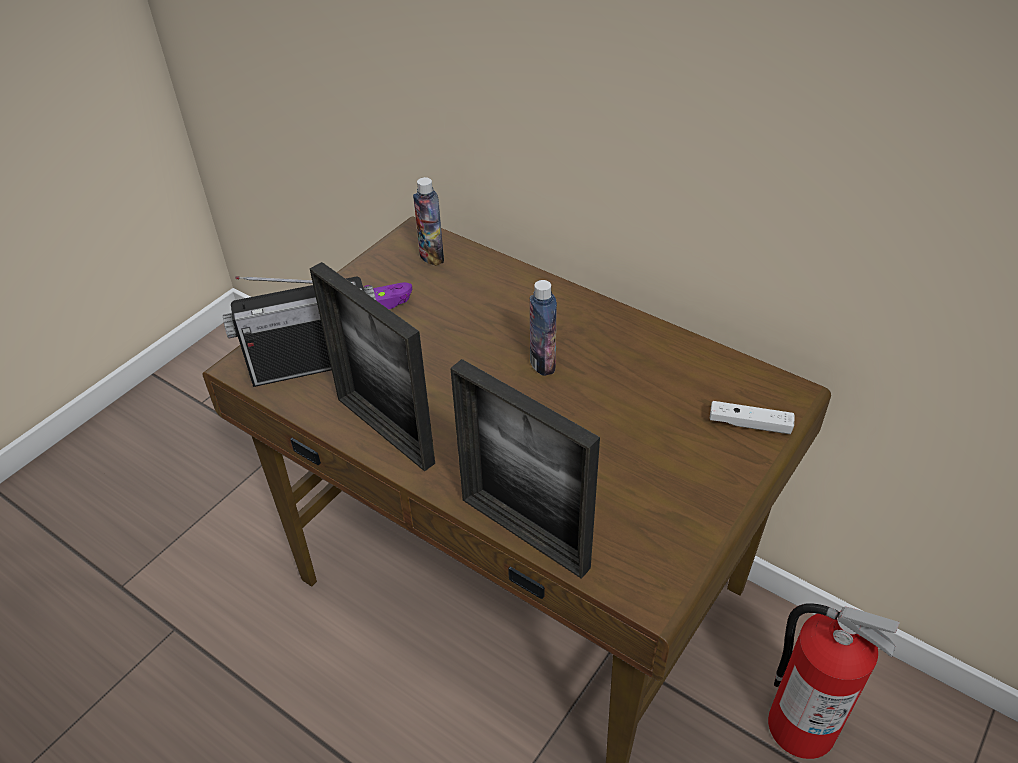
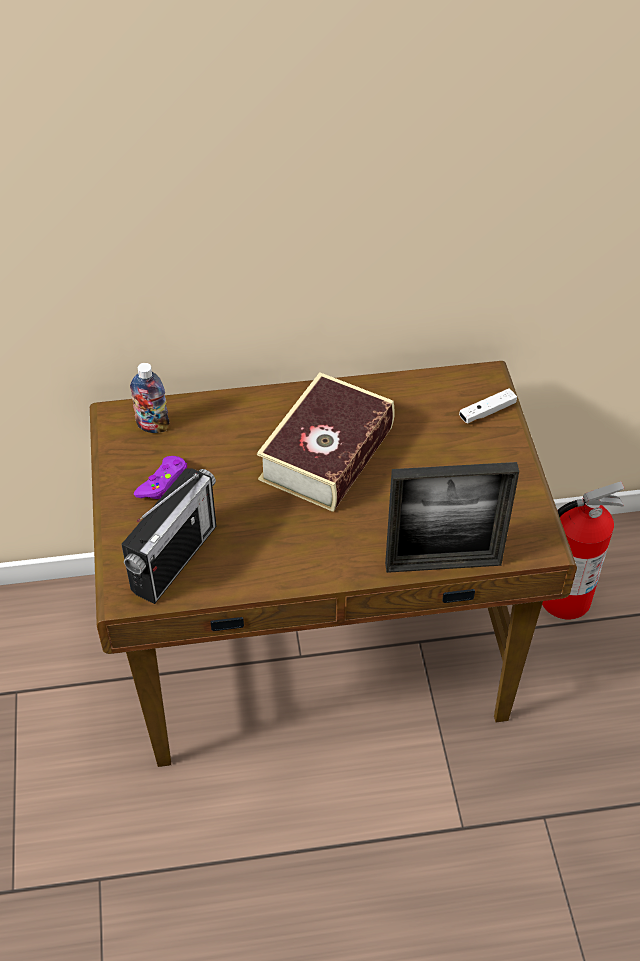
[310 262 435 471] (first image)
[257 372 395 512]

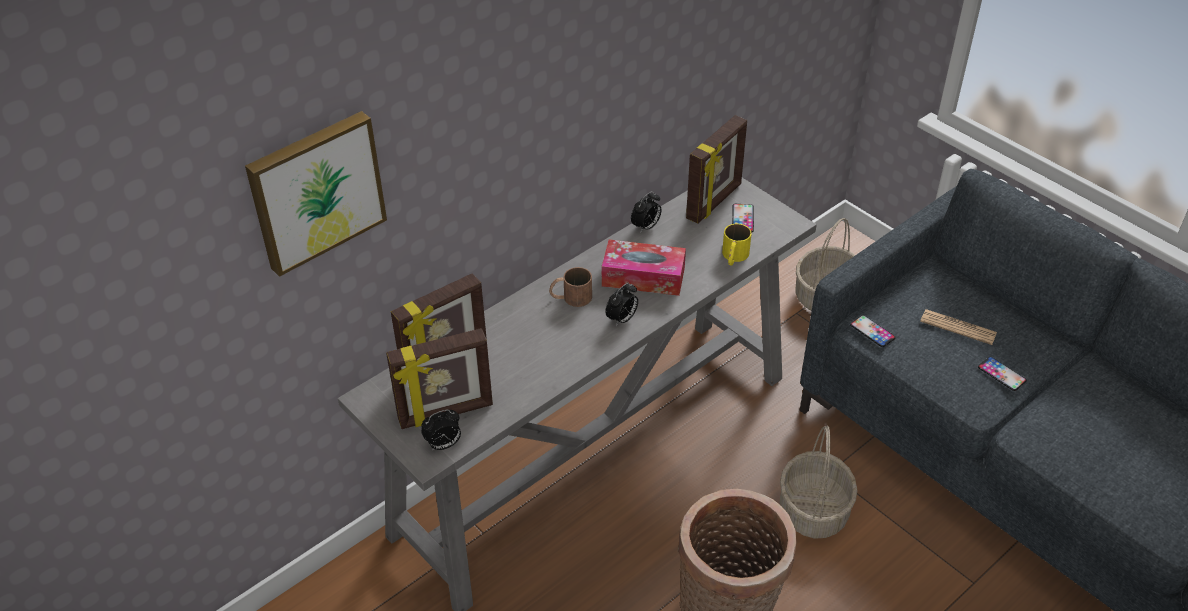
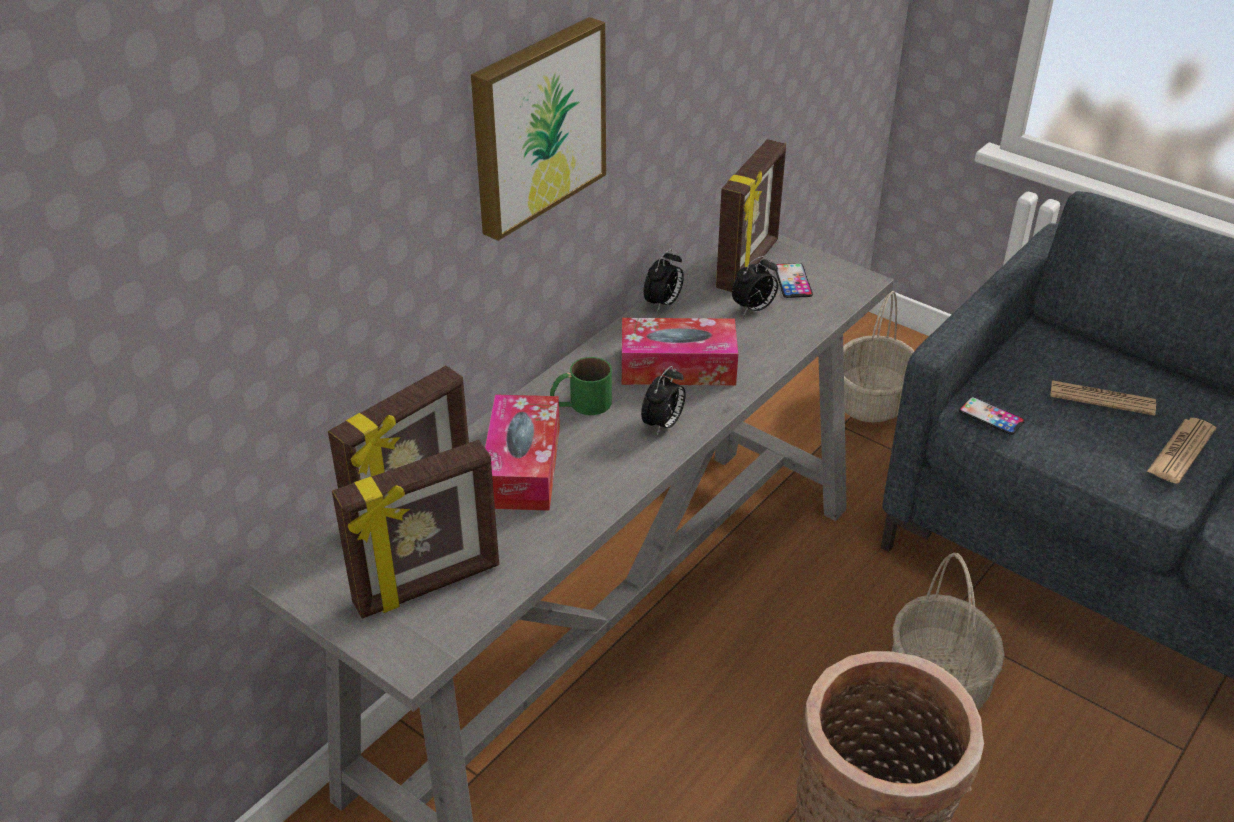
[471 17 606 241]
[732 255 778 315]
[550 357 612 415]
[722 224 752 265] (first image)
[1147 418 1216 483]
[485 394 560 511]

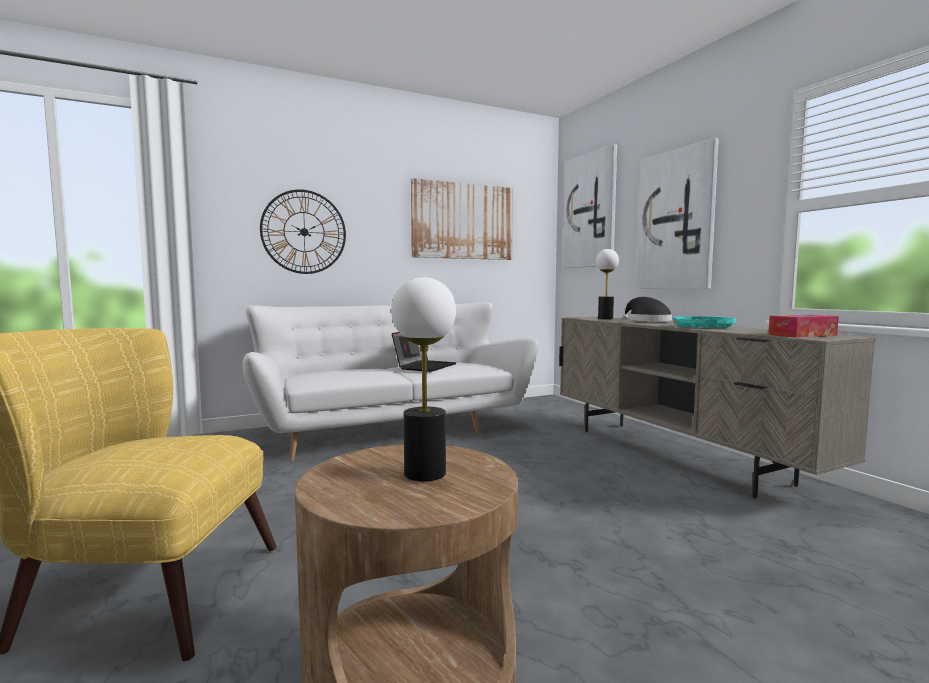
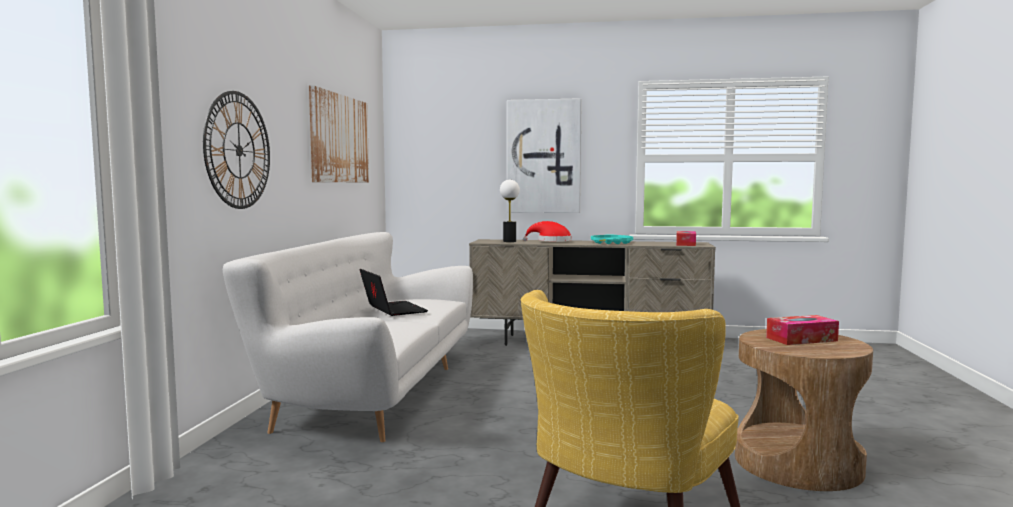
[766 315 839 345]
[563 144 617 268] (first image)
[523 221 571 242]

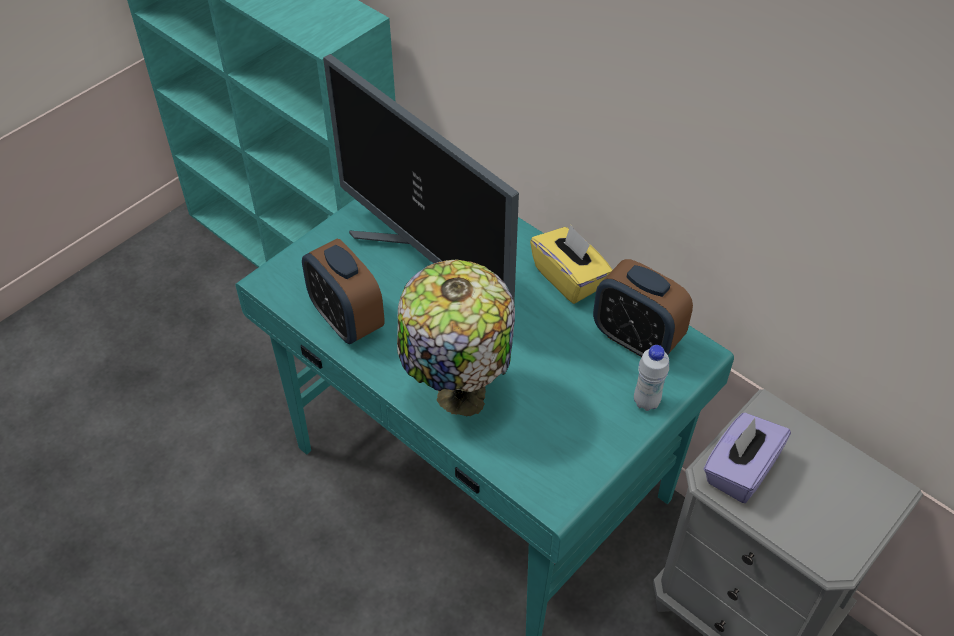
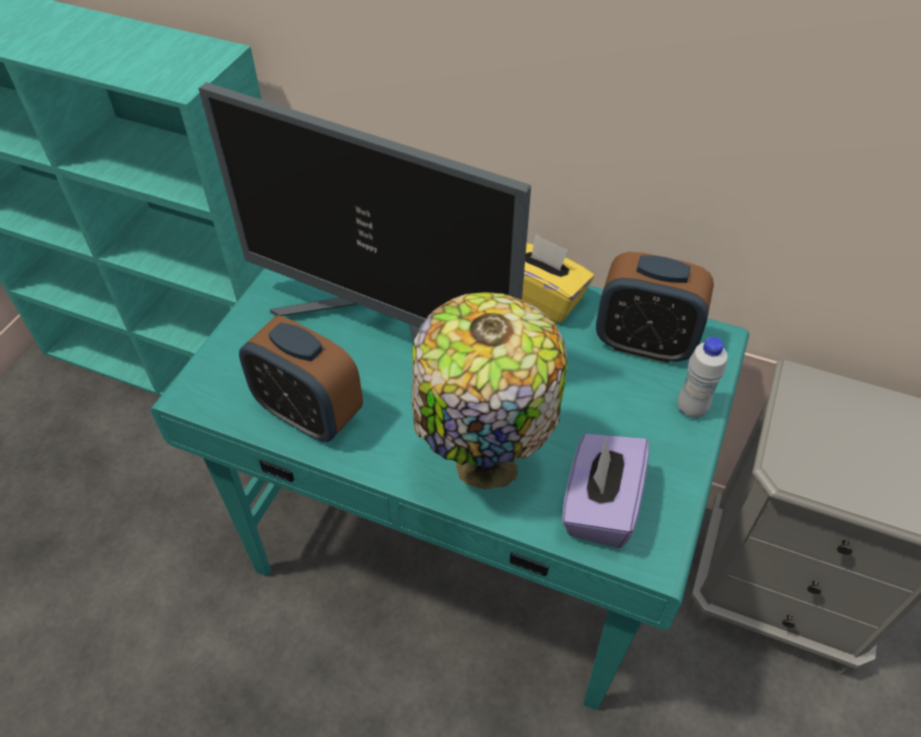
[562 434 649 548]

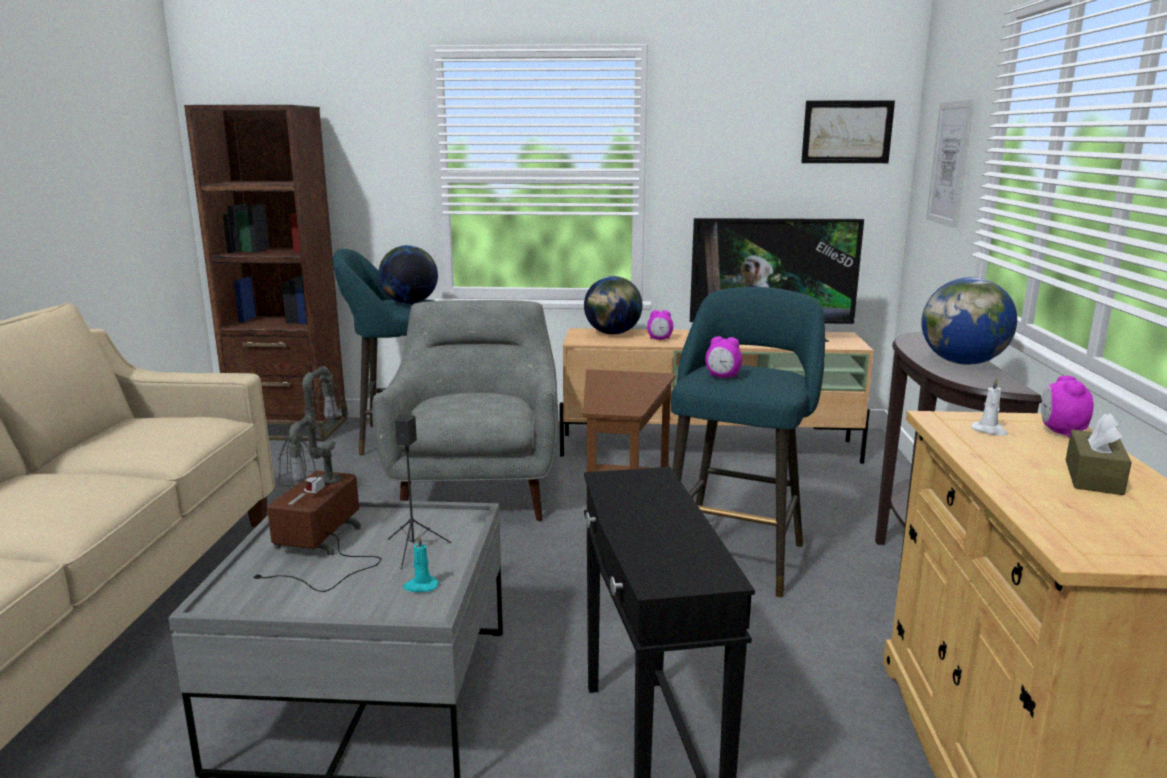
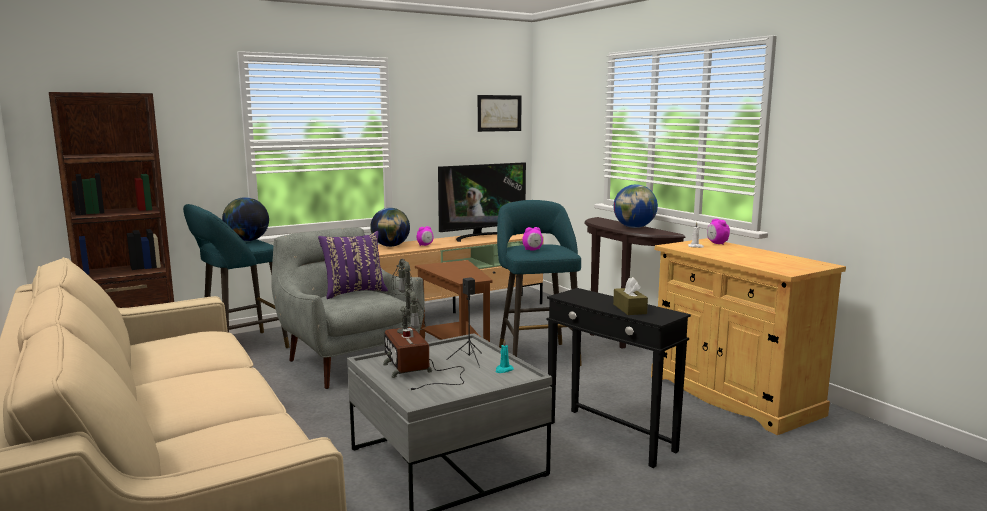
[926 100 974 228] (first image)
[613 277 648 315]
[318 231 388 299]

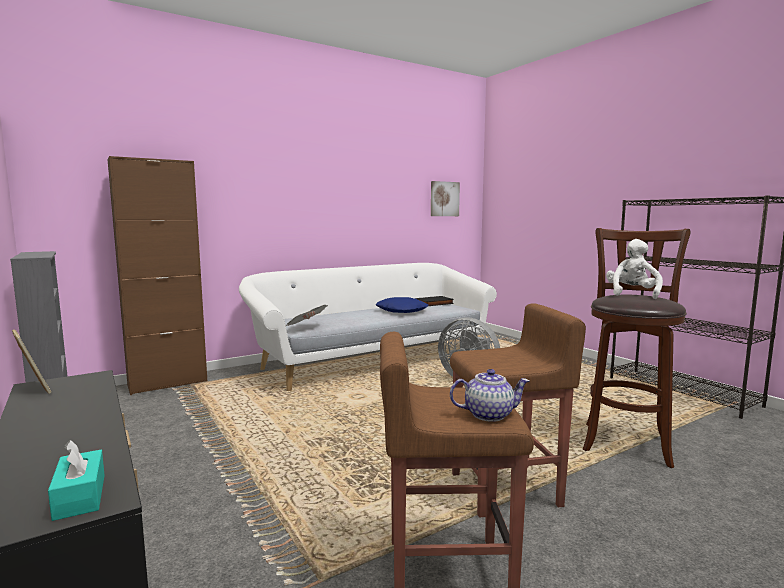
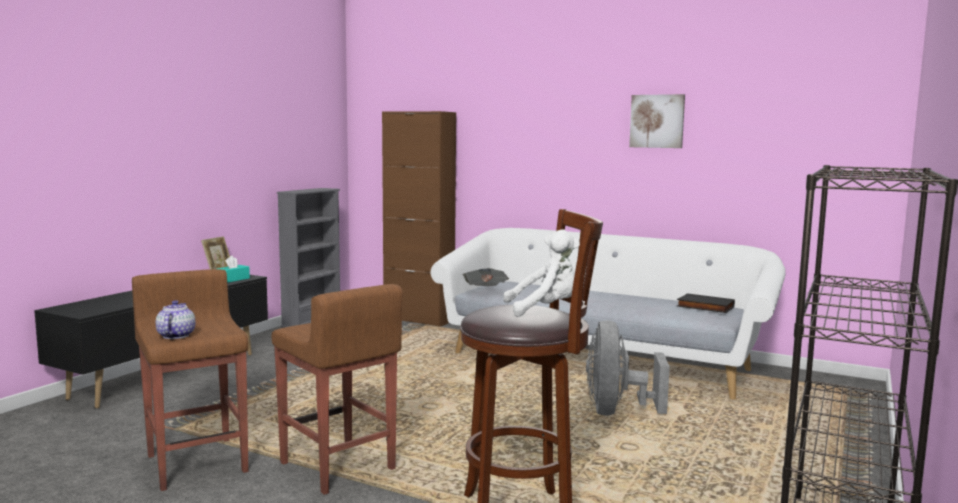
[217 256 250 283]
[376 297 429 313] (first image)
[629 94 685 148]
[156 300 196 339]

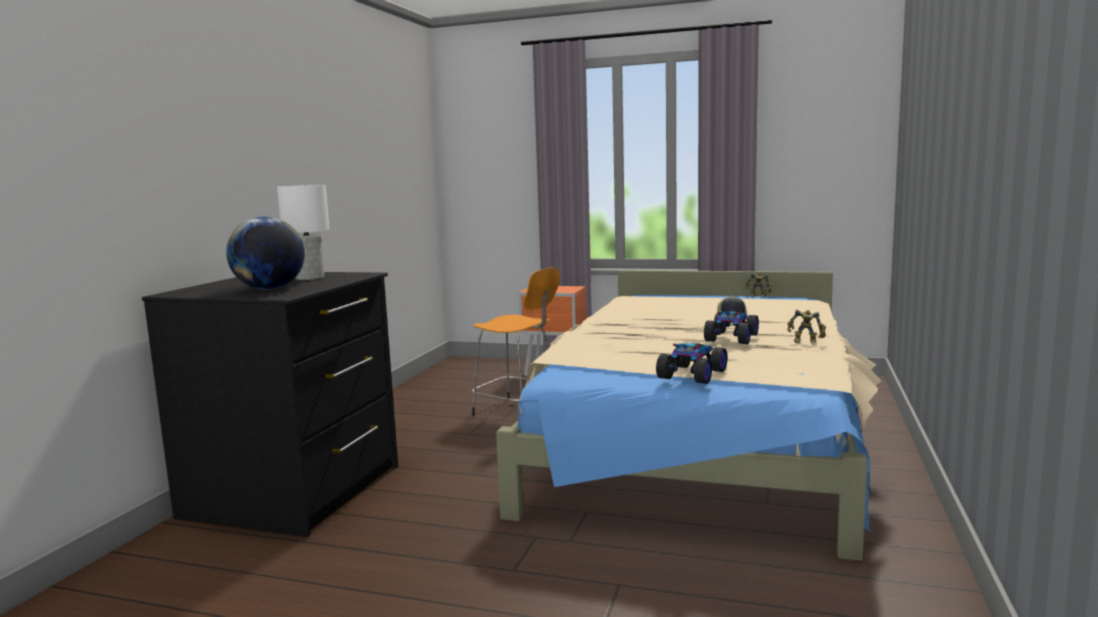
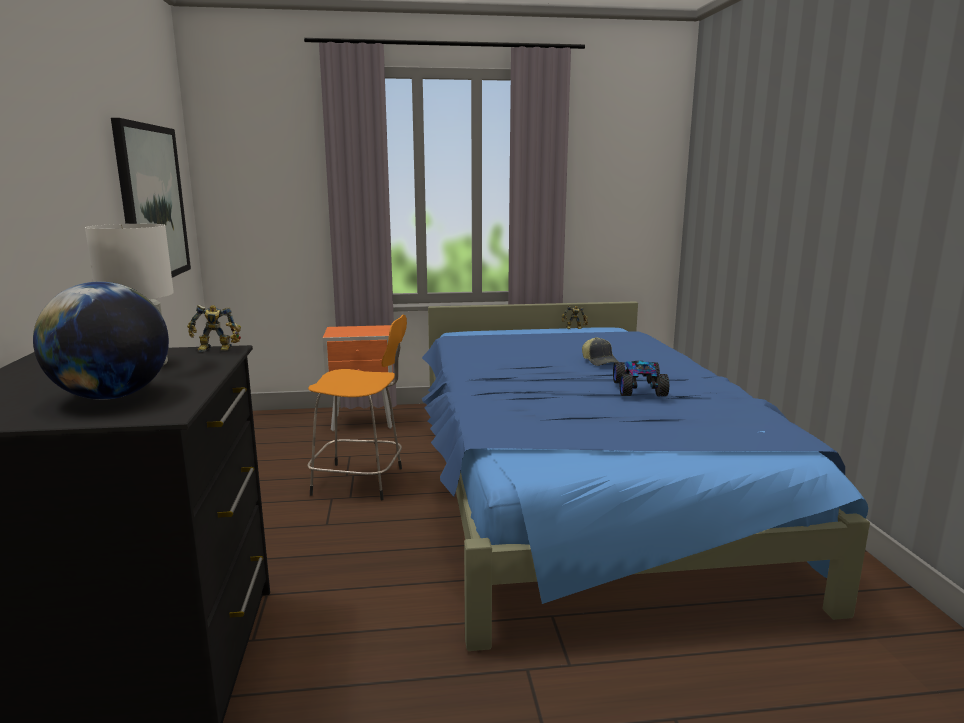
[422 301 870 651]
[656 343 727 384] (first image)
[187 305 241 352]
[111 118 191 278]

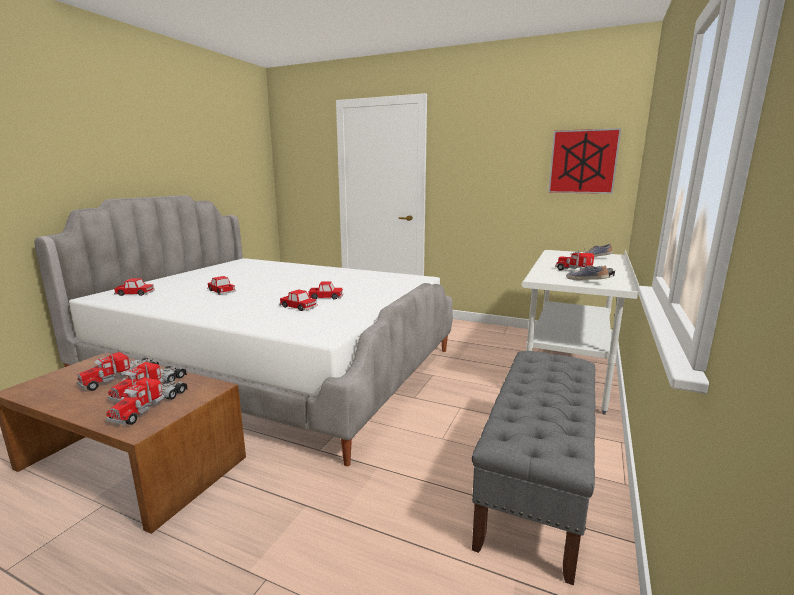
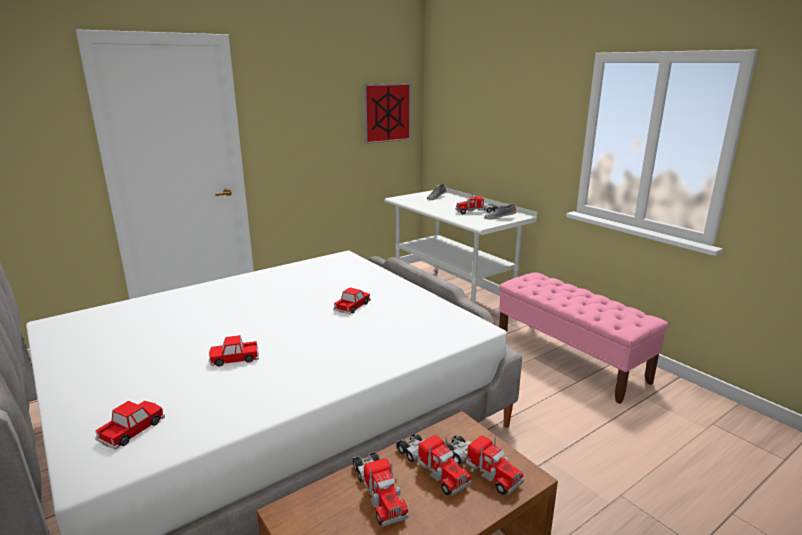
[279 289 317 311] (first image)
[499 273 669 404]

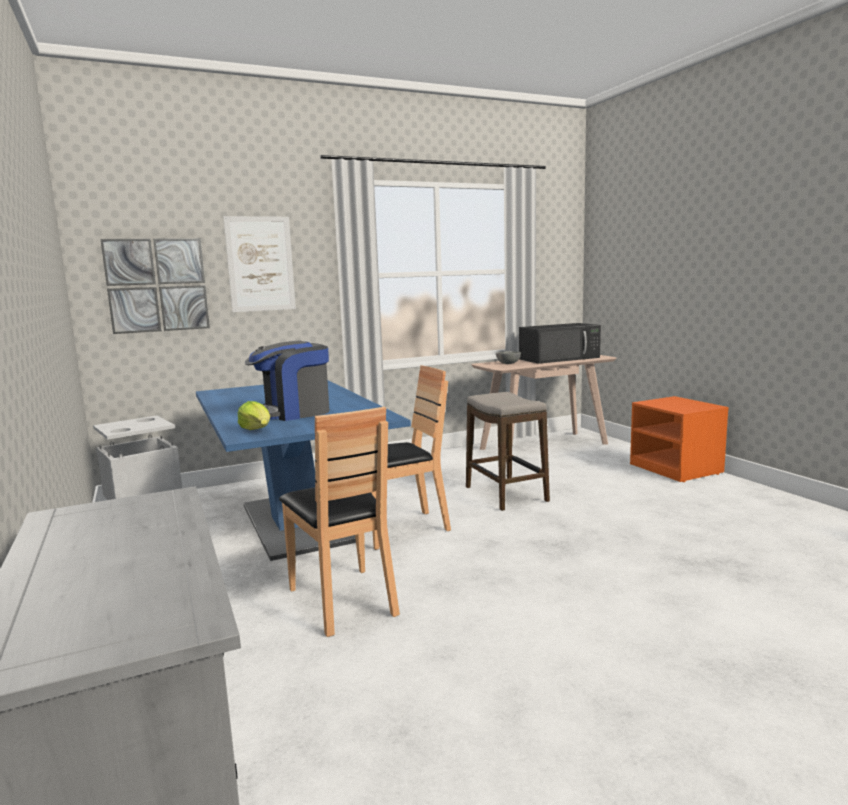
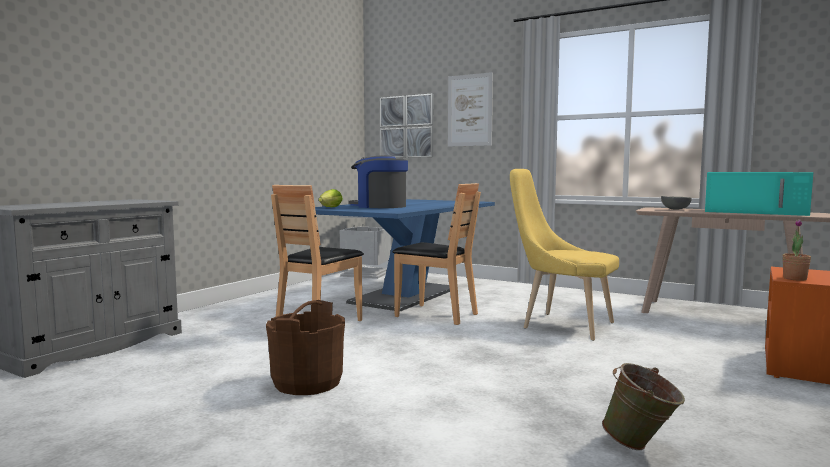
[510 169 619 341]
[705 172 813 216]
[266 300 345 395]
[602 363 685 450]
[782 219 811 281]

